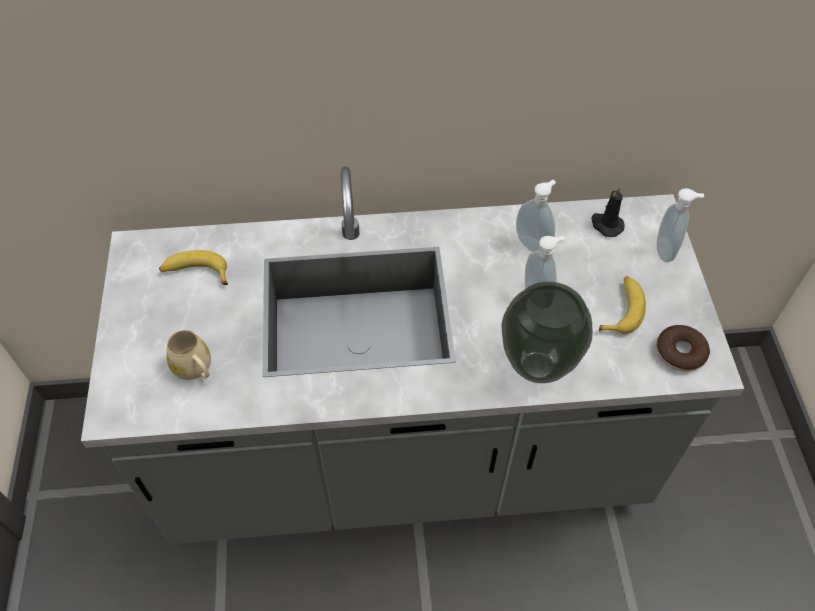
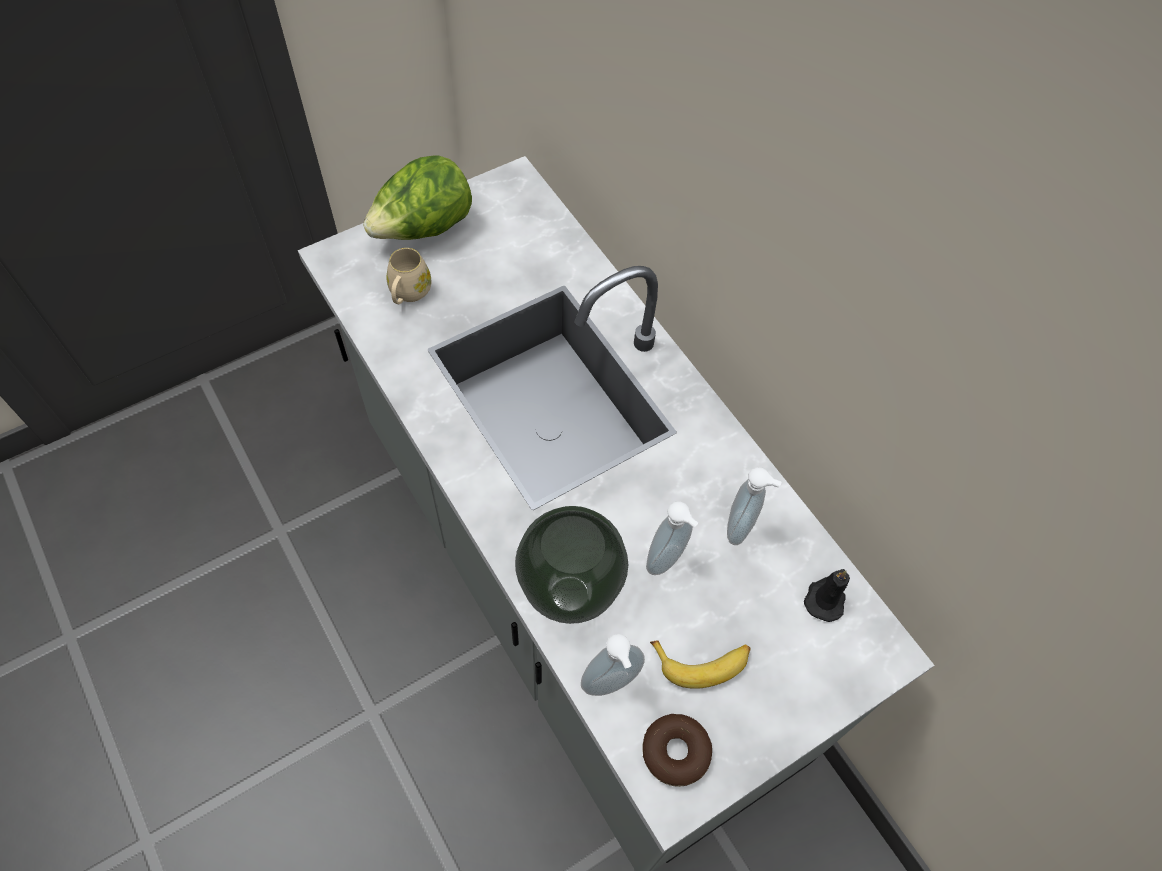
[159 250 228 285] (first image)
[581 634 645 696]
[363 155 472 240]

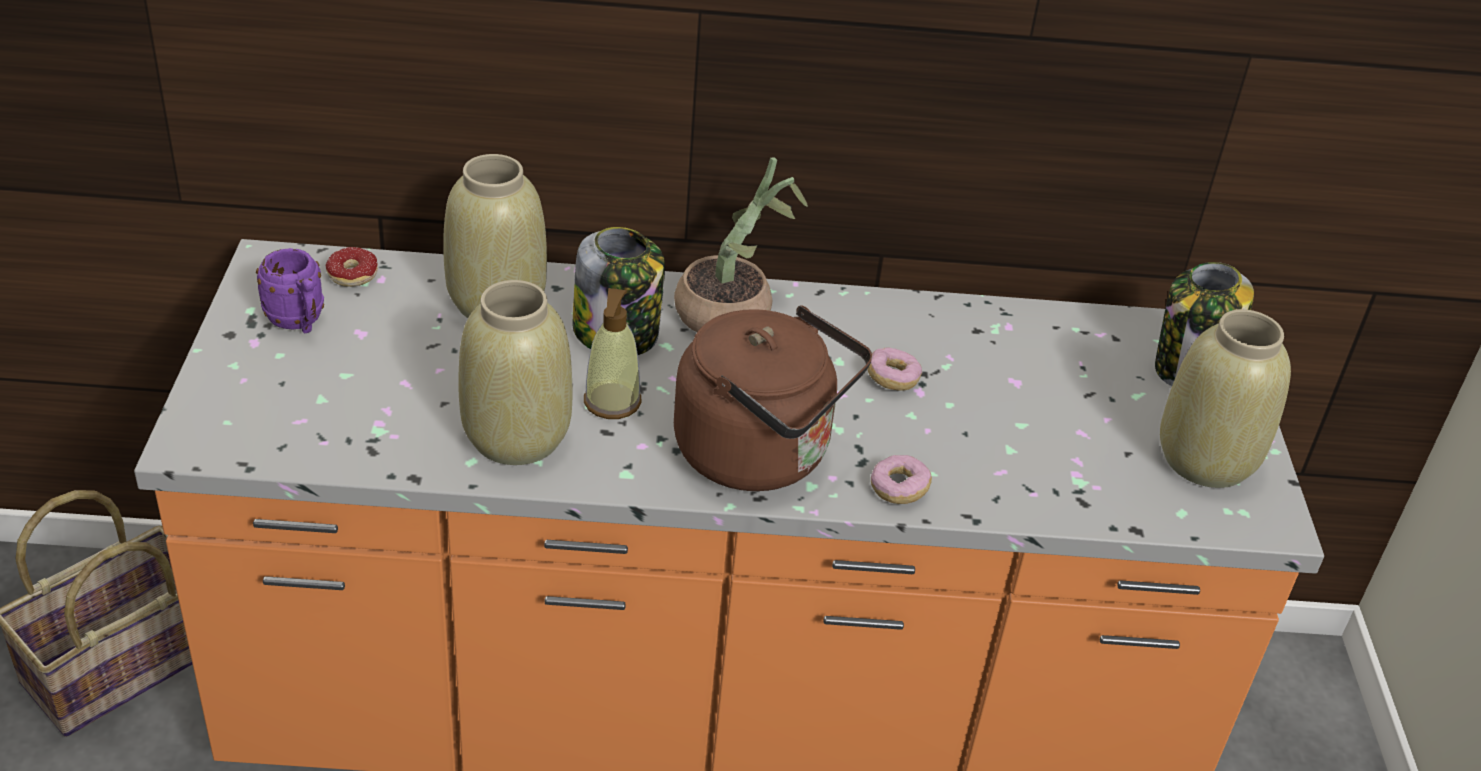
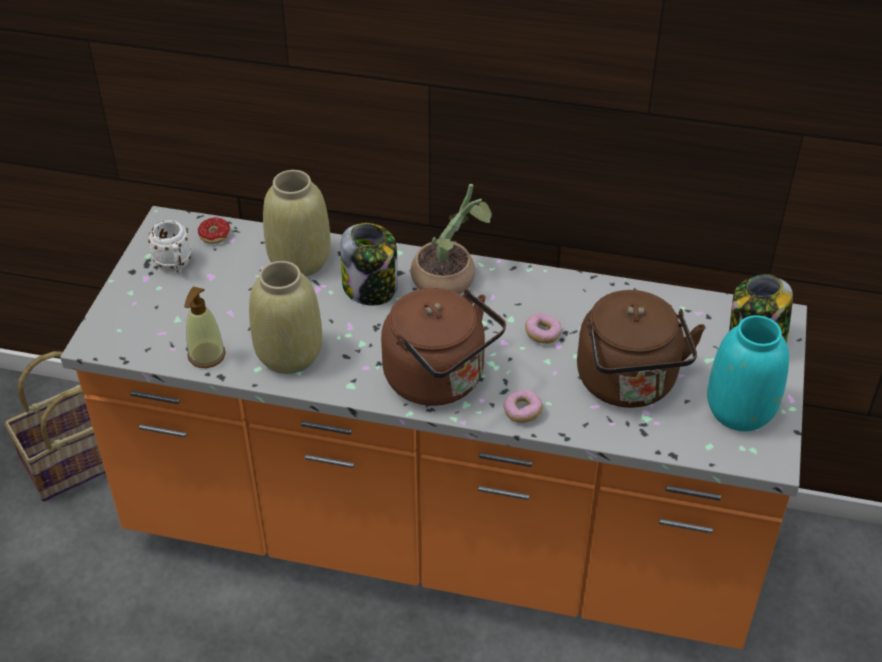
[148 220 191 274]
[184 287 226 368]
[707 315 789 431]
[577 290 706 408]

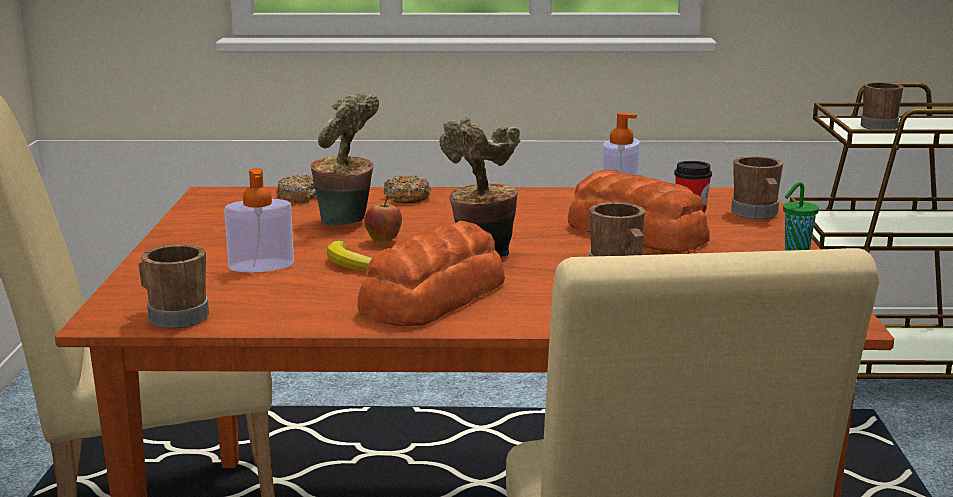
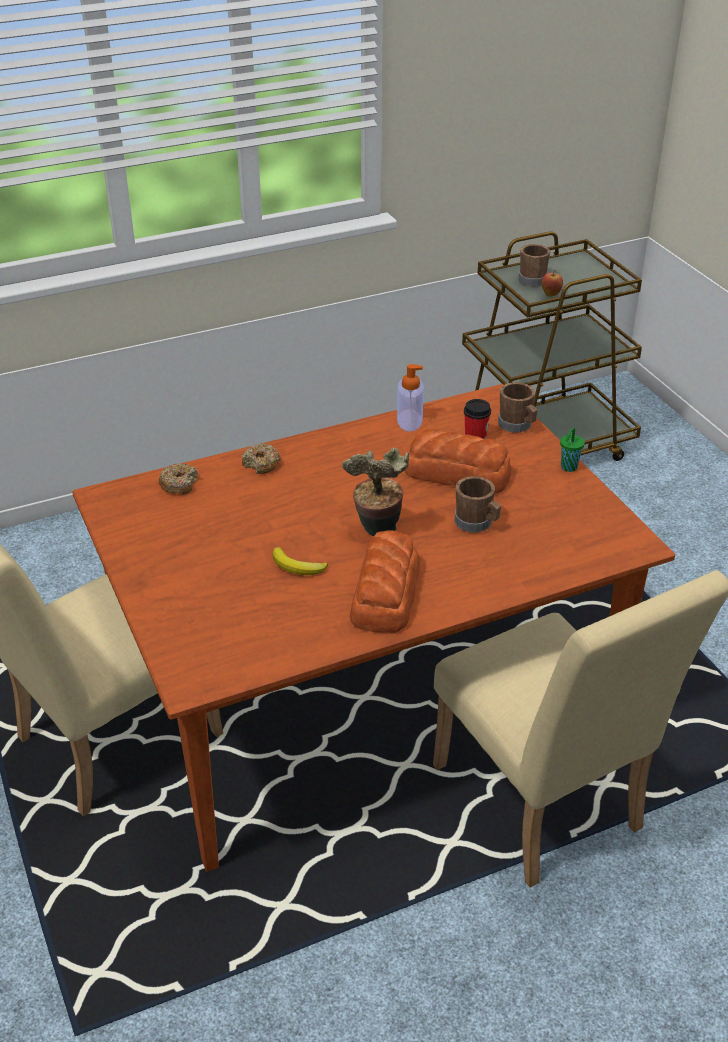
[139 245 209 328] (first image)
[224 168 294 272] (first image)
[310 93 379 226] (first image)
[541 270 563 297]

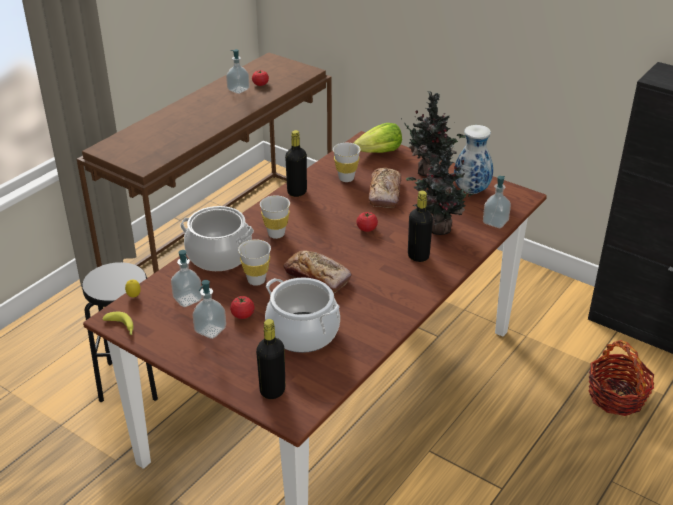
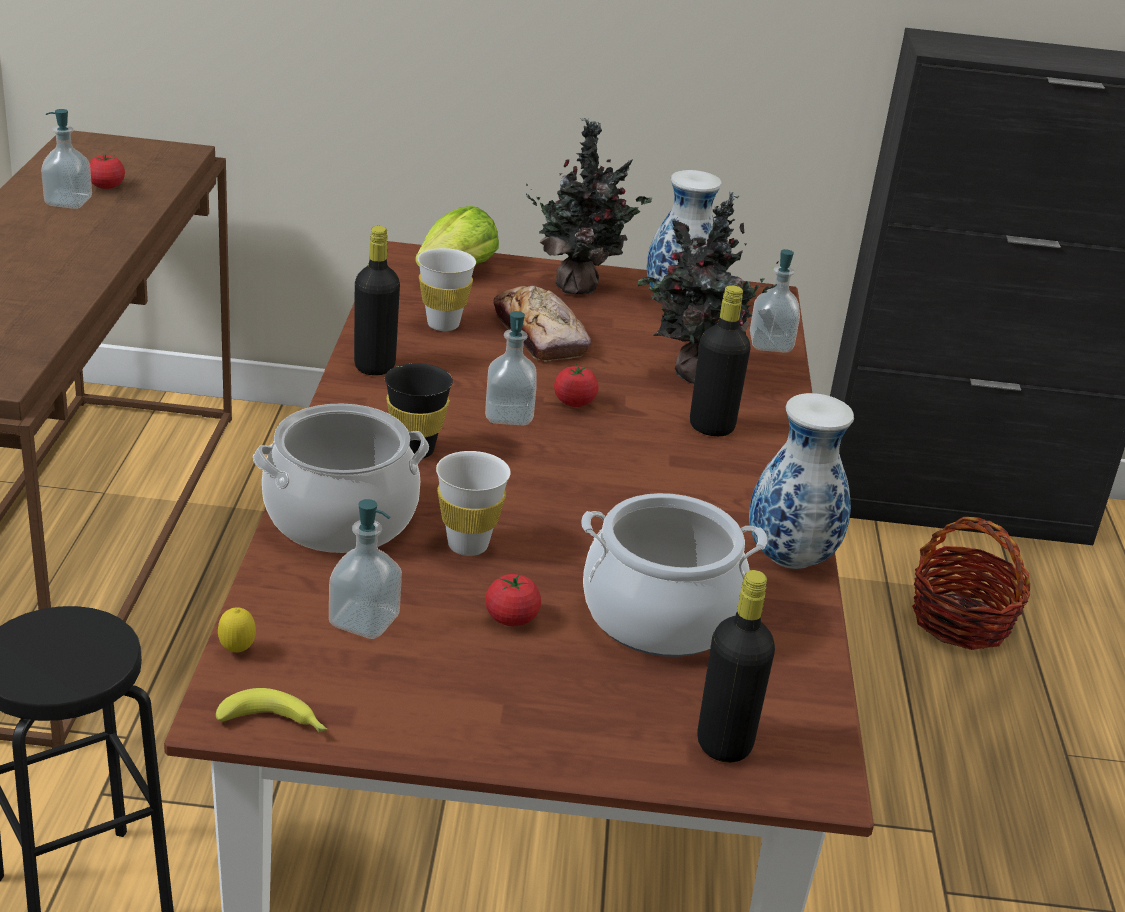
[485 311 537 426]
[385 363 453 458]
[284 250 352 293] (first image)
[749 393 854 569]

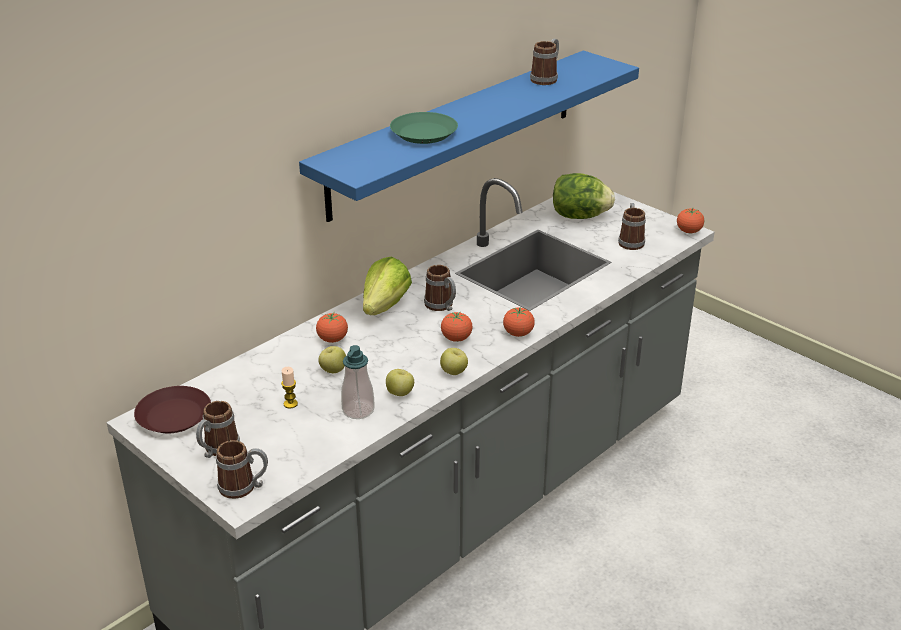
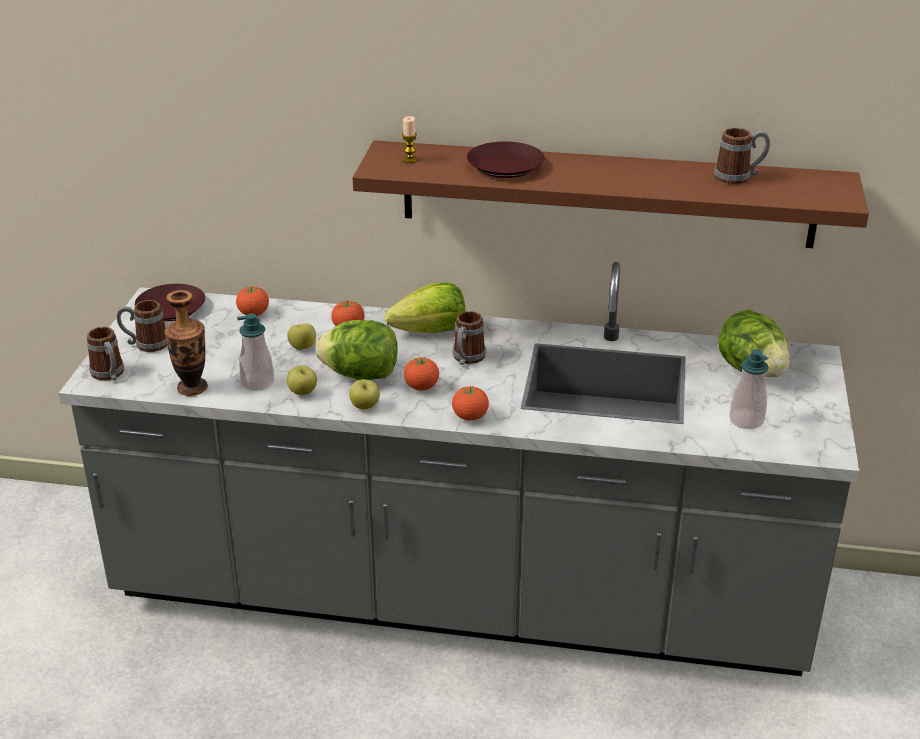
[402 116 417 163]
[353 140 869 248]
[467 141 545 178]
[729 349 769 429]
[236 286 269 316]
[164 290 208 396]
[316 320 398 380]

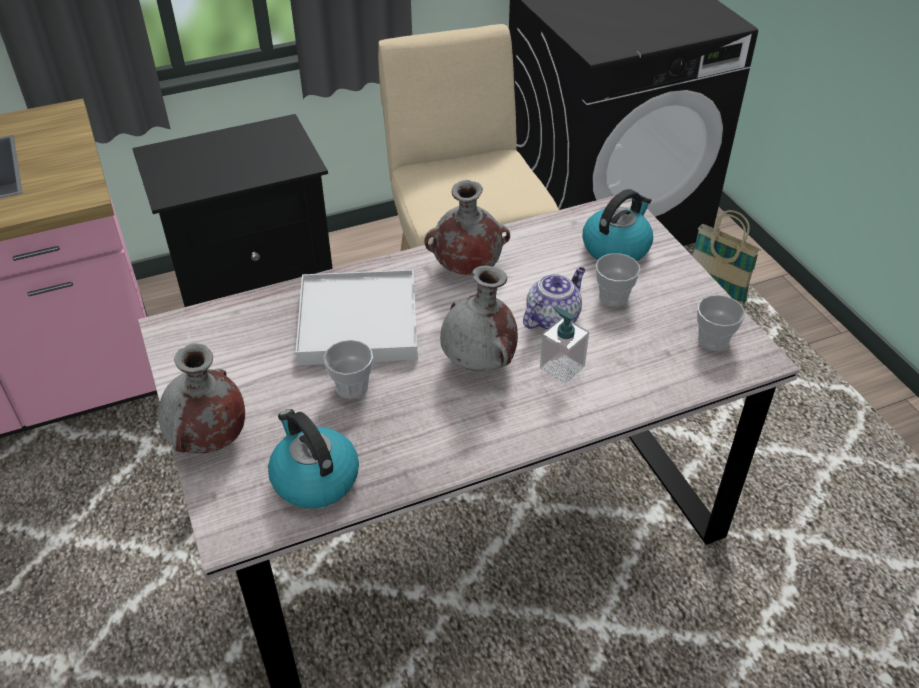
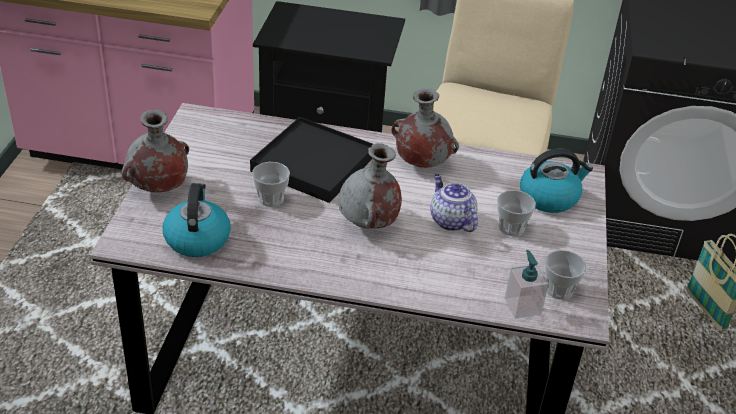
[250 117 373 203]
[430 174 478 232]
[504 250 549 319]

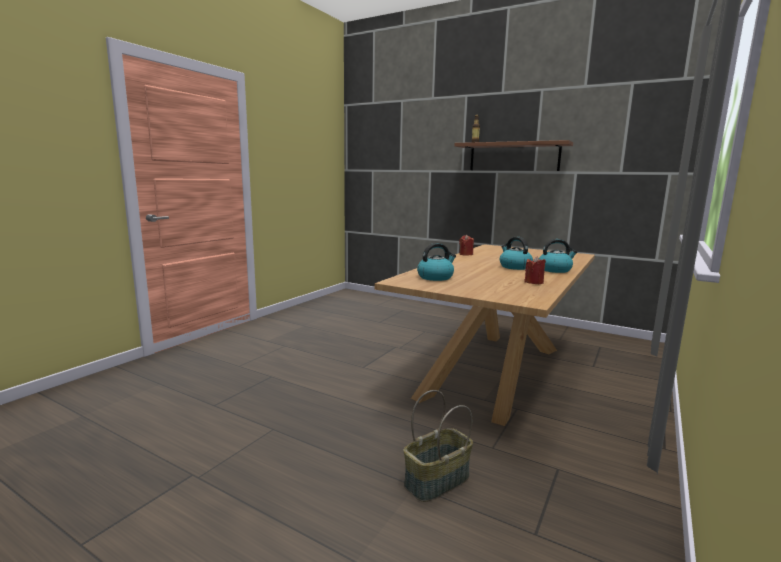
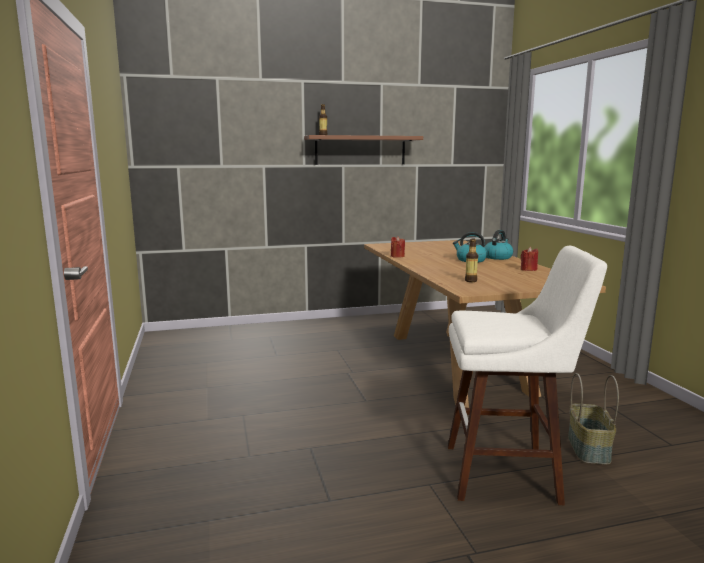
[465 239 478 282]
[448 246 607 505]

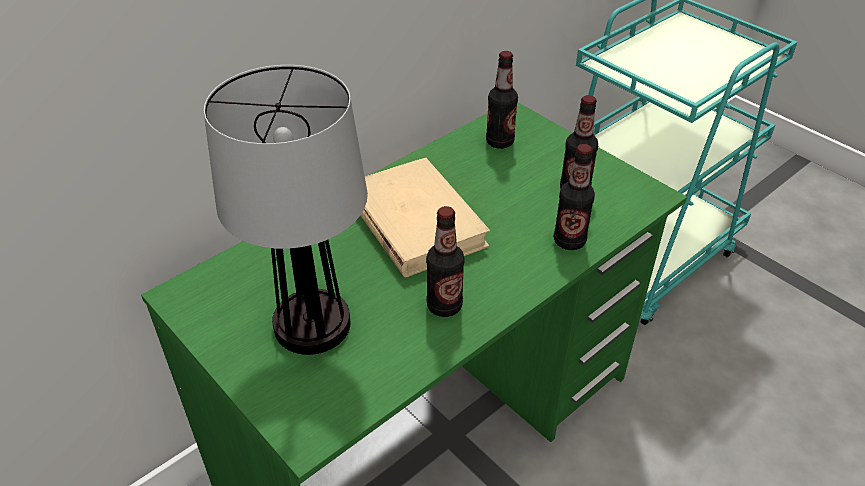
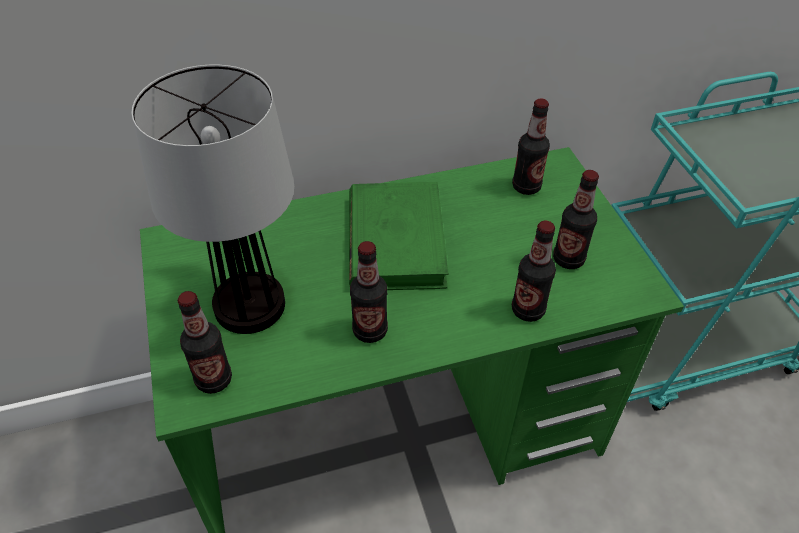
[349 182 449 290]
[177 291 232 394]

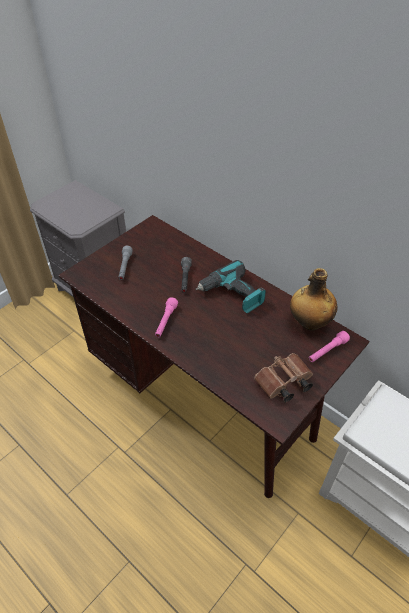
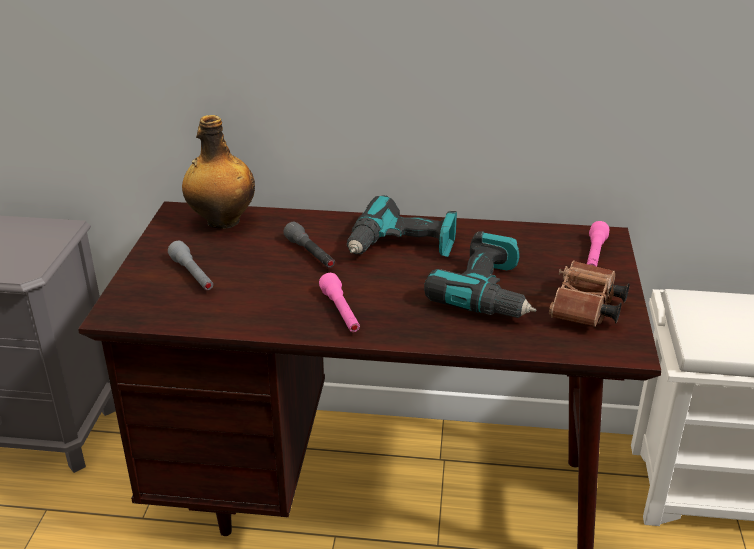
[182 115 255 229]
[424 231 537 318]

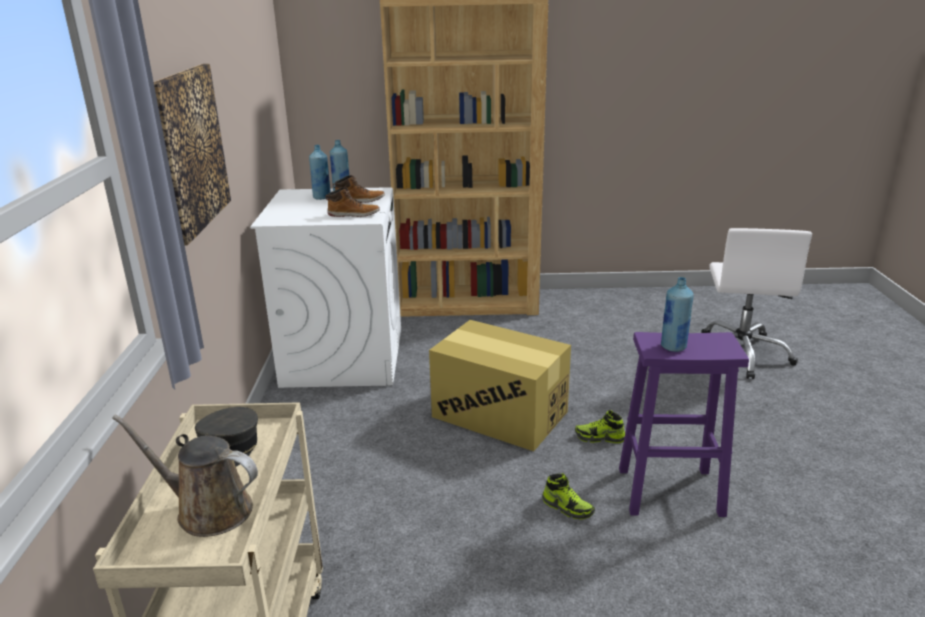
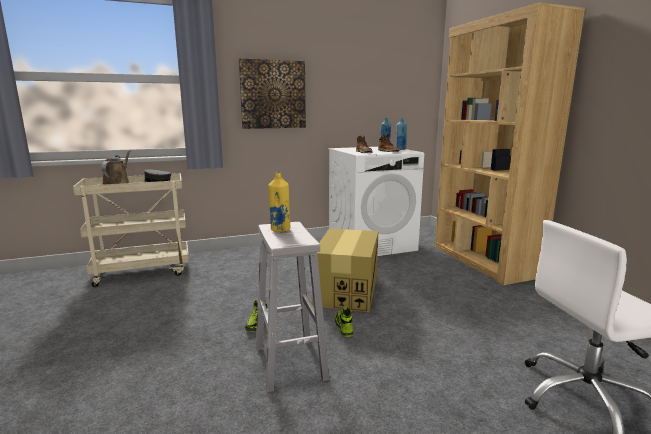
[256 222 330 393]
[268 172 290 232]

